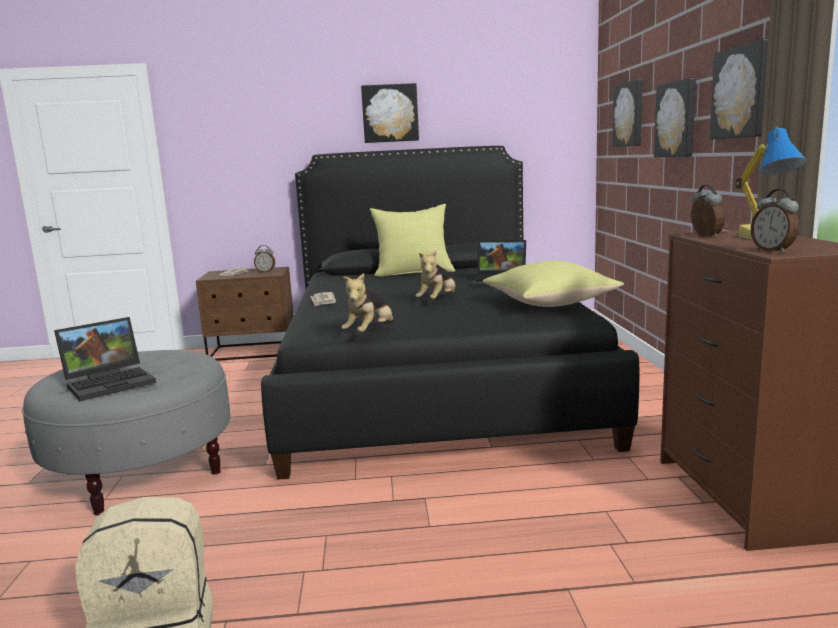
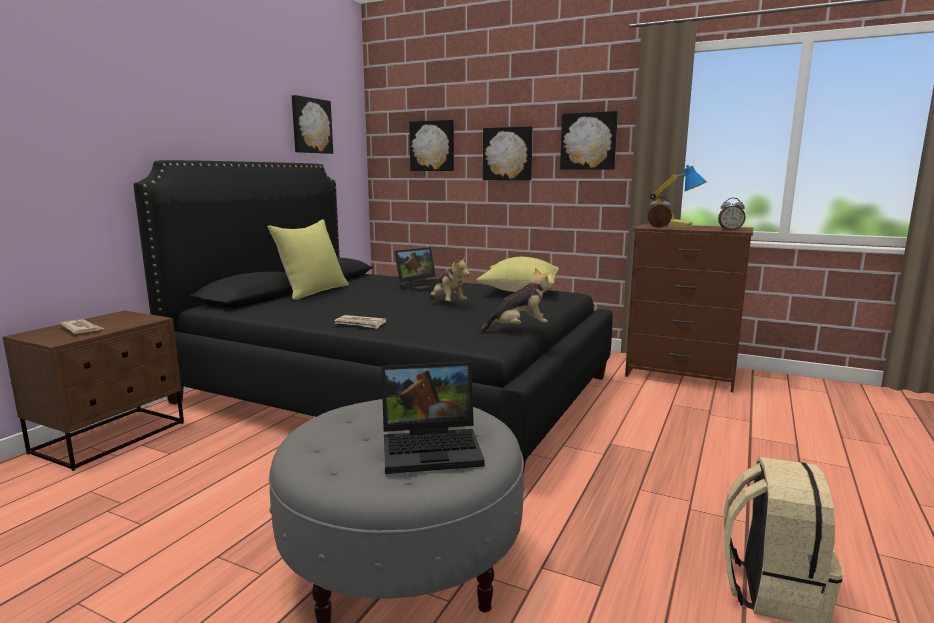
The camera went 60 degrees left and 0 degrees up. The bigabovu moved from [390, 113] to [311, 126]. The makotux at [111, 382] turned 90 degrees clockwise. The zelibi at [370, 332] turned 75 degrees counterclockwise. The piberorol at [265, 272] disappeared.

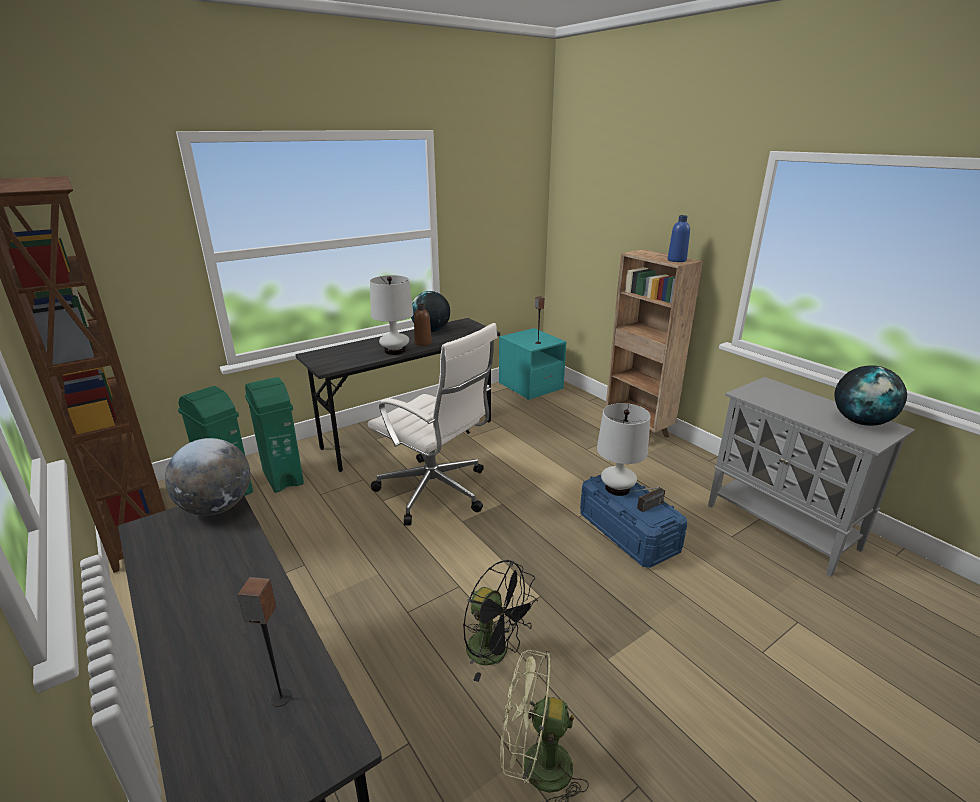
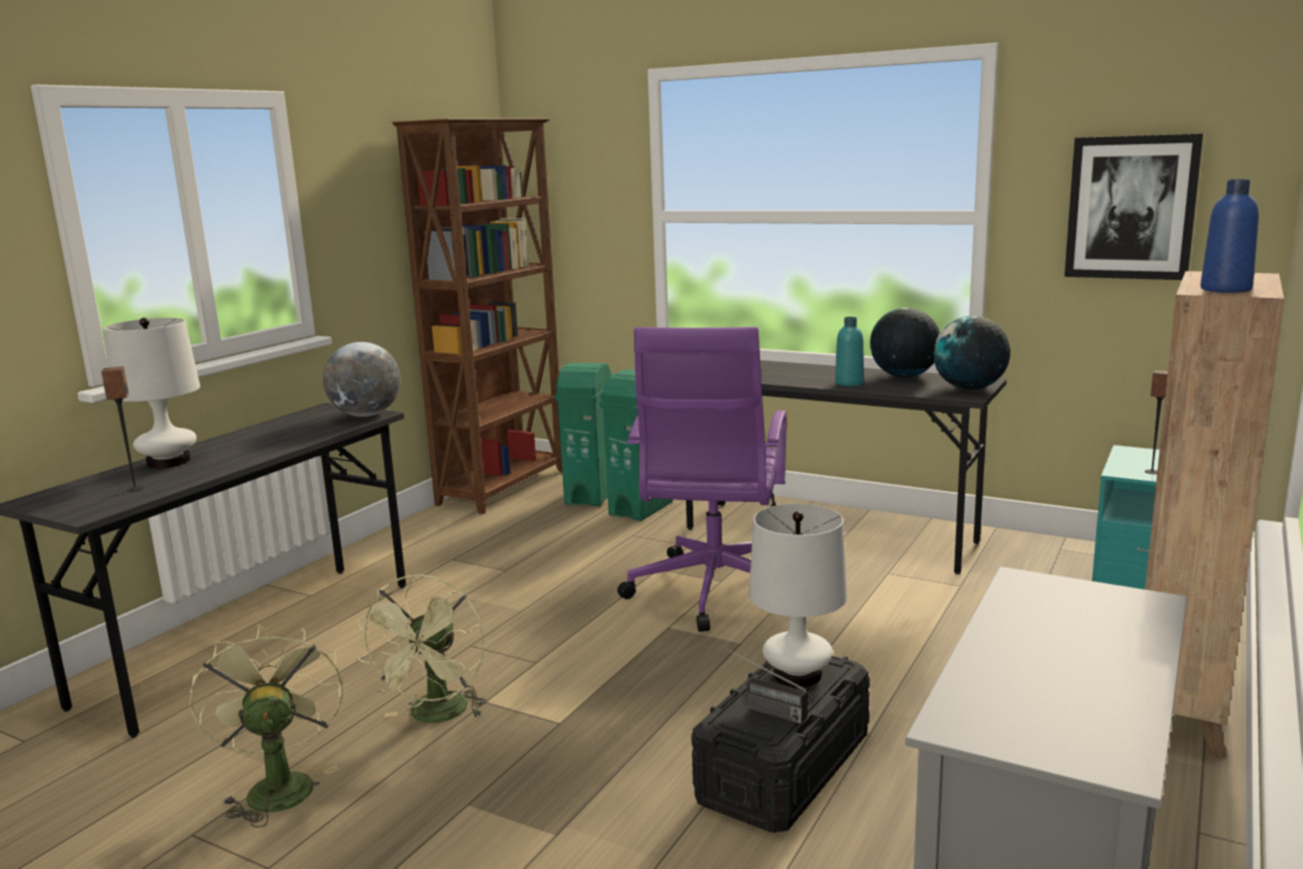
The camera went 65 degrees right and 10 degrees down. The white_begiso moved from [395, 351] to [169, 462]. The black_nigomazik at [495, 652] became the green_nigomazik at [435, 716]. The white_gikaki at [435, 492] became the purple_gikaki at [713, 592]. The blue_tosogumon at [628, 532] became the black_tosogumon at [785, 768]. The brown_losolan at [423, 343] became the turquoise_losolan at [849, 383]. The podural moved from [861, 422] to [970, 388]. The bigabovu at [1131, 207] appeared.

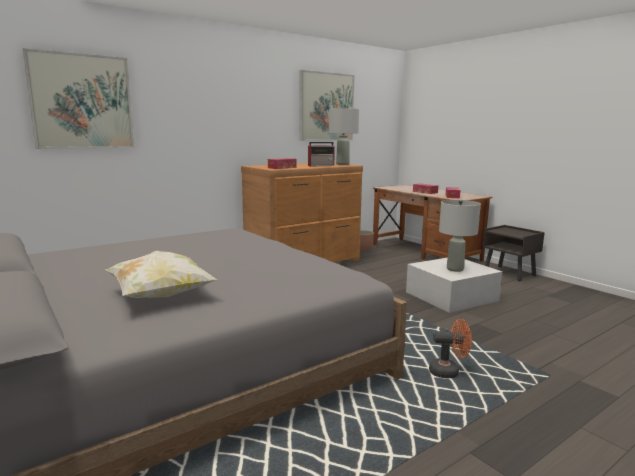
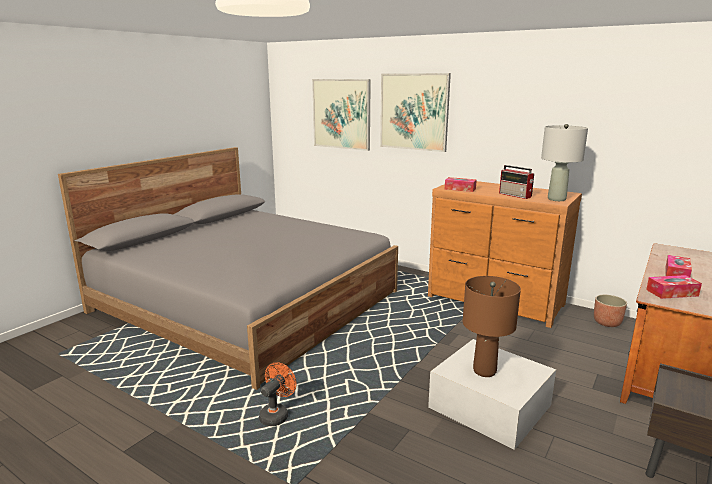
The camera went 70 degrees right and 5 degrees up. The orange_nigomazik at [449, 372] turned 135 degrees counterclockwise. The bigabovu moved from [326, 107] to [414, 112]. The grey_begiso at [455, 269] became the brown_begiso at [485, 371]. The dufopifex at [161, 296] disappeared.

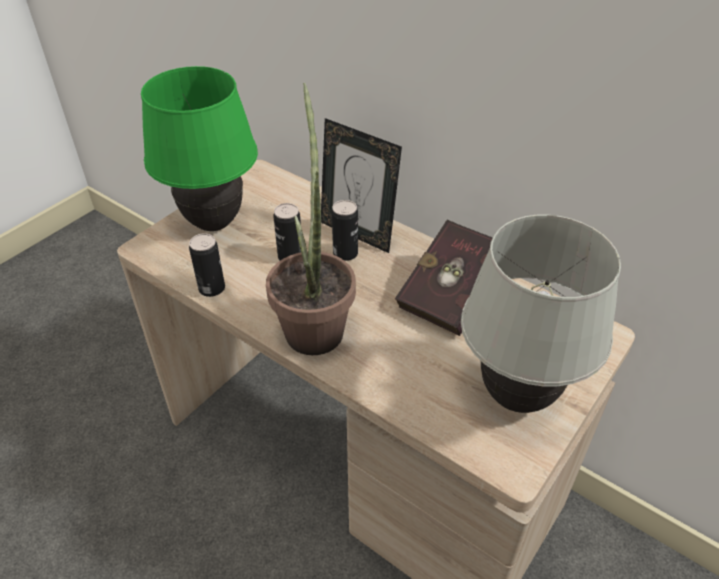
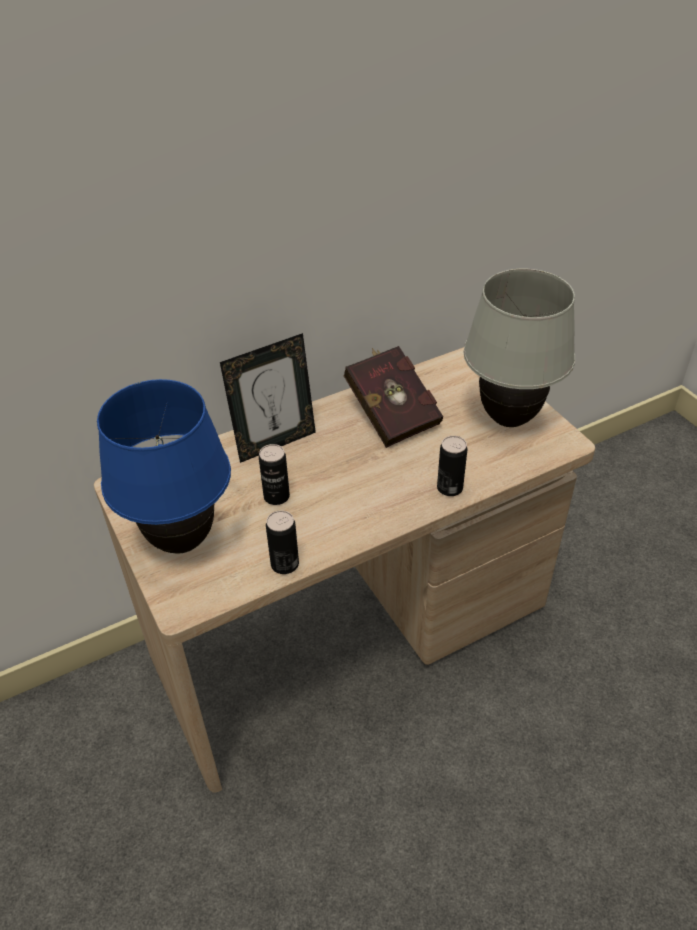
The camera went 65 degrees left and 0 degrees up. The green_begiso at [214, 223] became the blue_begiso at [183, 541]. The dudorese moved from [345, 253] to [449, 488]. The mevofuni at [314, 323] disappeared.

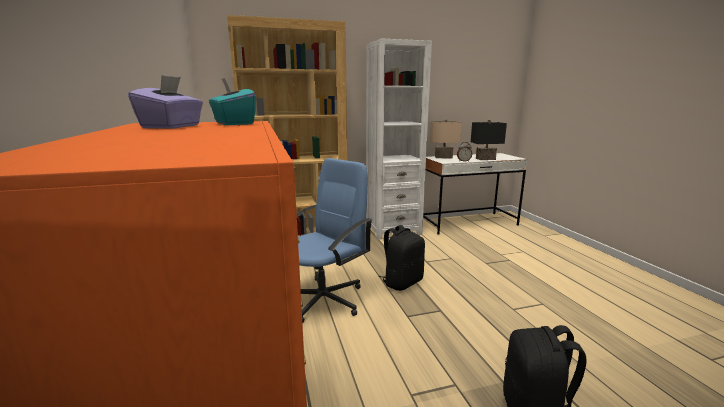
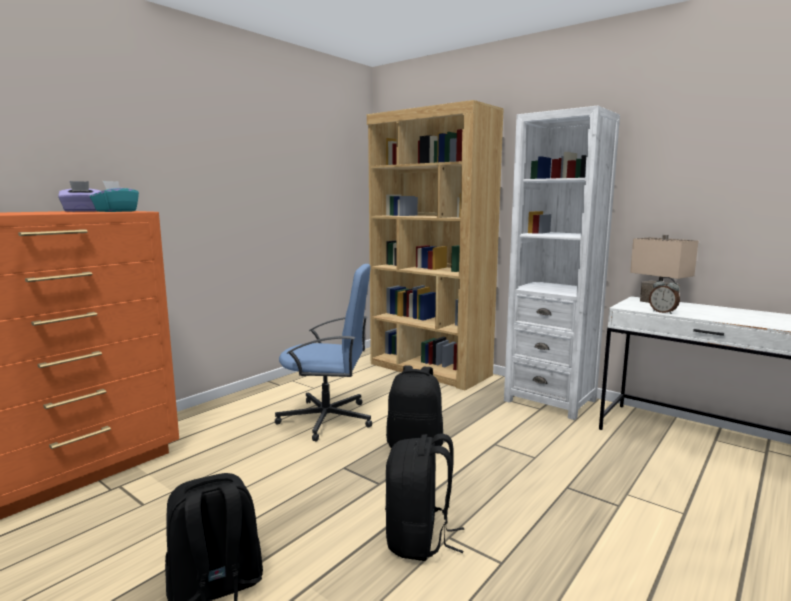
The camera went 55 degrees right and 5 degrees down. The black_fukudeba at [419, 539] appeared. The black_begiso at [485, 159] disappeared.

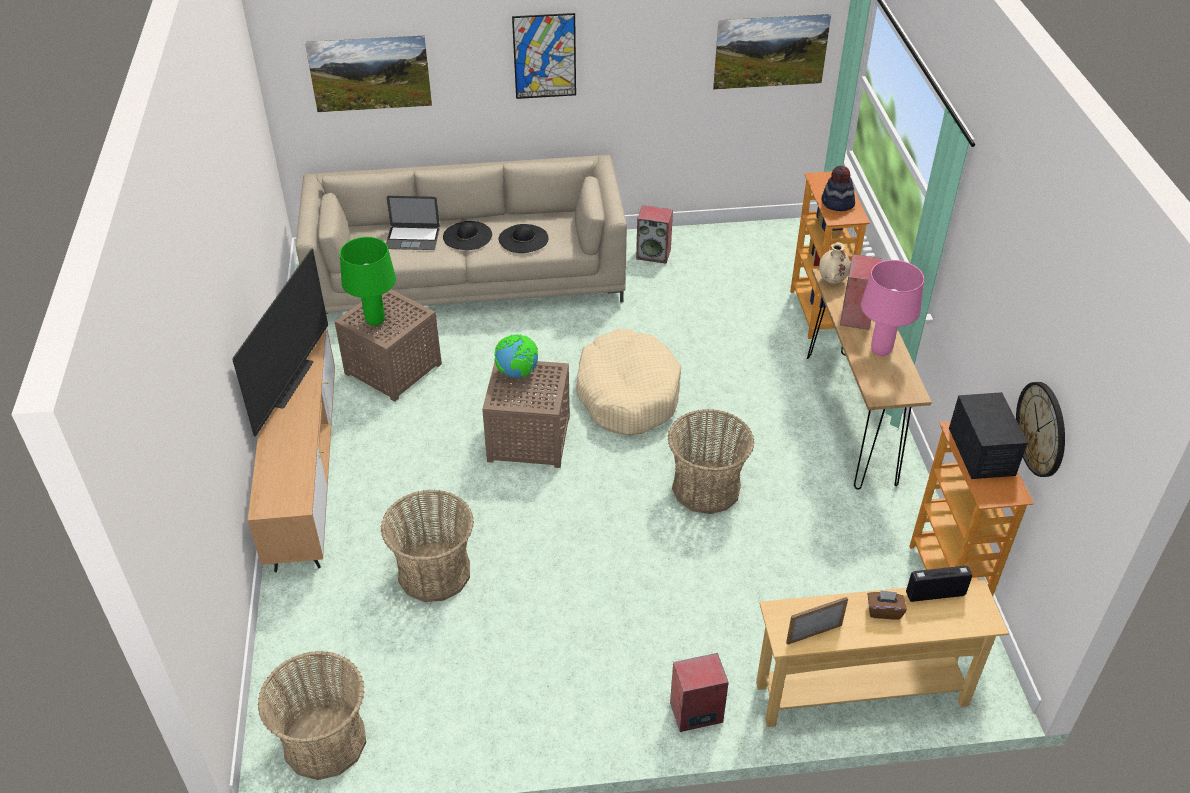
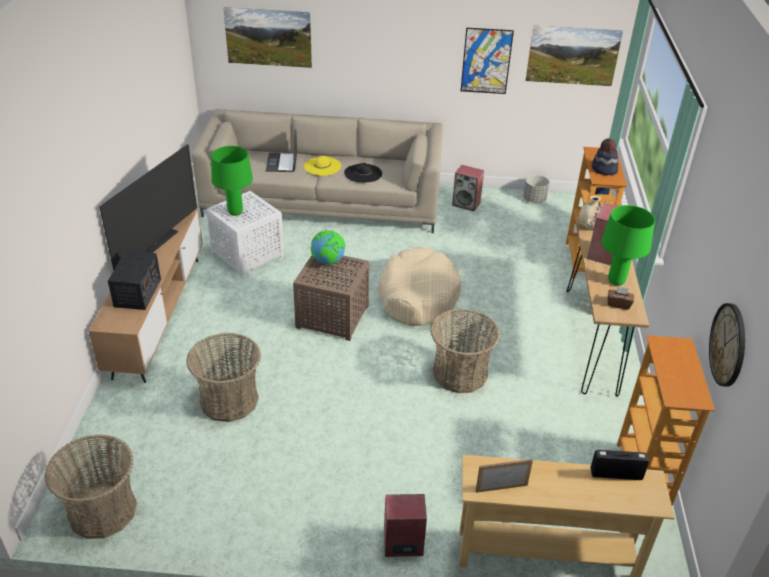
The camera went 10 degrees right and 5 degrees down. The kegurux moved from [981, 452] to [137, 293]. The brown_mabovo at [393, 367] became the white_mabovo at [248, 253]. The makotux at [412, 238] turned 75 degrees clockwise. The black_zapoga at [467, 236] became the yellow_zapoga at [322, 166]. The bigabovu moved from [544, 56] to [486, 61]. The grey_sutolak at [534, 199] appeared. The pink_begiso at [880, 350] became the green_begiso at [615, 281]. The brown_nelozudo moved from [884, 611] to [618, 304].

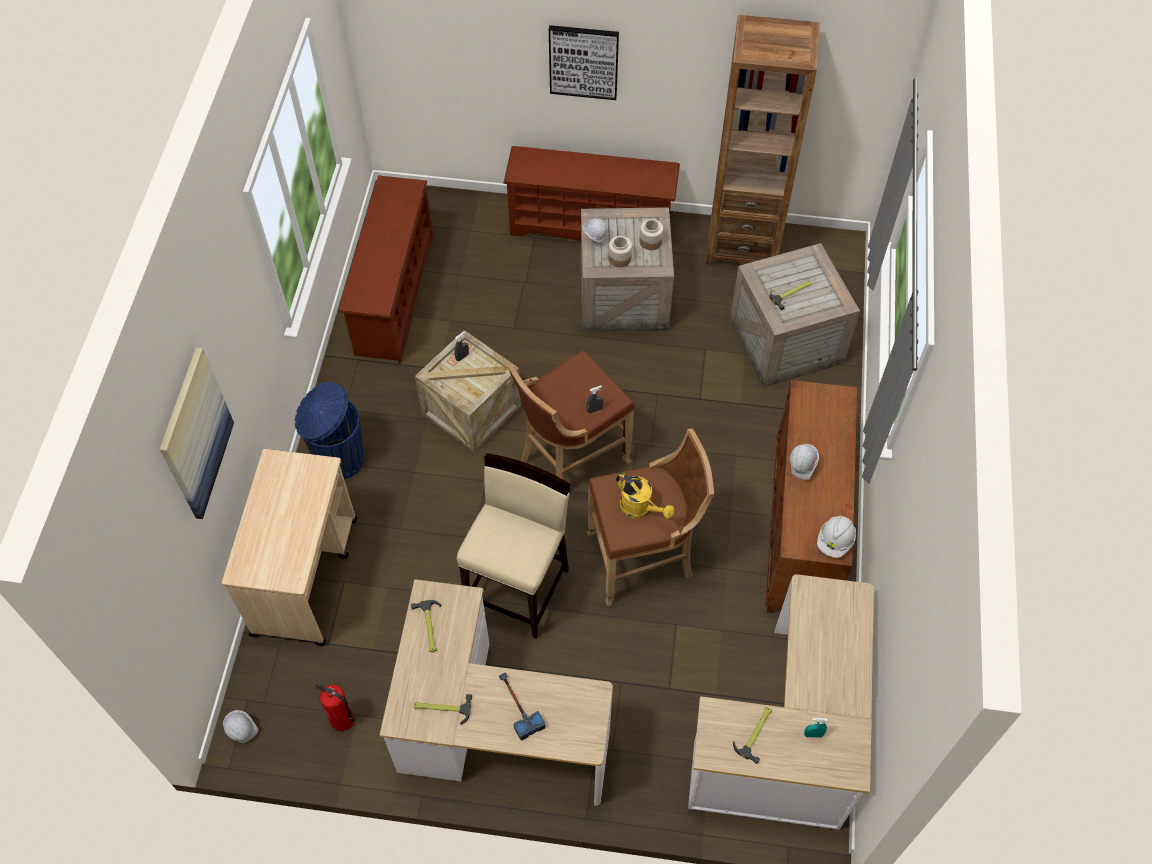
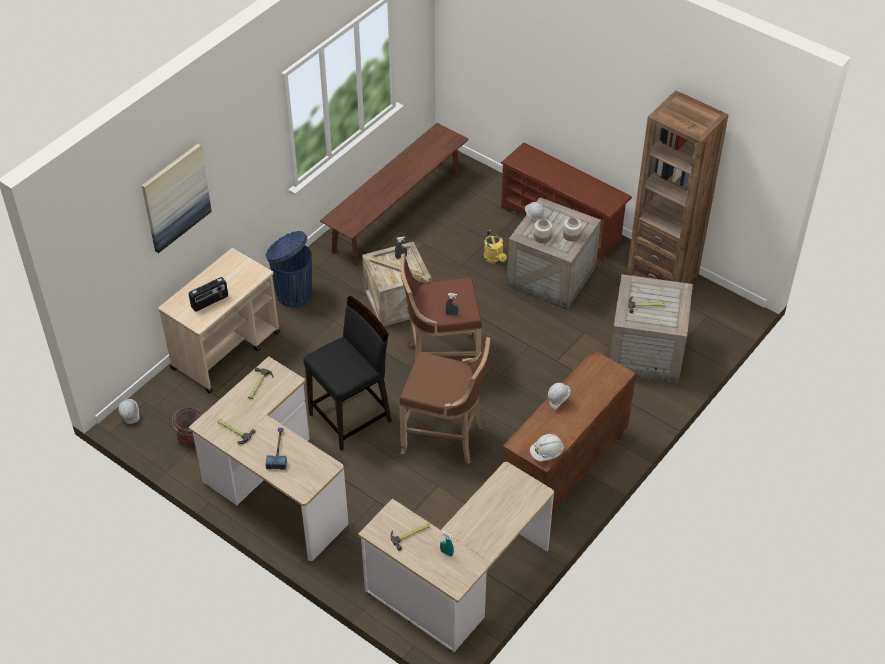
The camera went 30 degrees right and 10 degrees down. The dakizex at [342, 720] was replaced by the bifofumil at [192, 439]. The kegurux at [210, 302] appeared. The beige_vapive at [518, 589] became the black_vapive at [351, 418]. The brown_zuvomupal at [393, 294] was replaced by the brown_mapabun at [397, 212]. The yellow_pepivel moved from [640, 508] to [495, 259]. The bigabovu at [583, 61] disappeared.

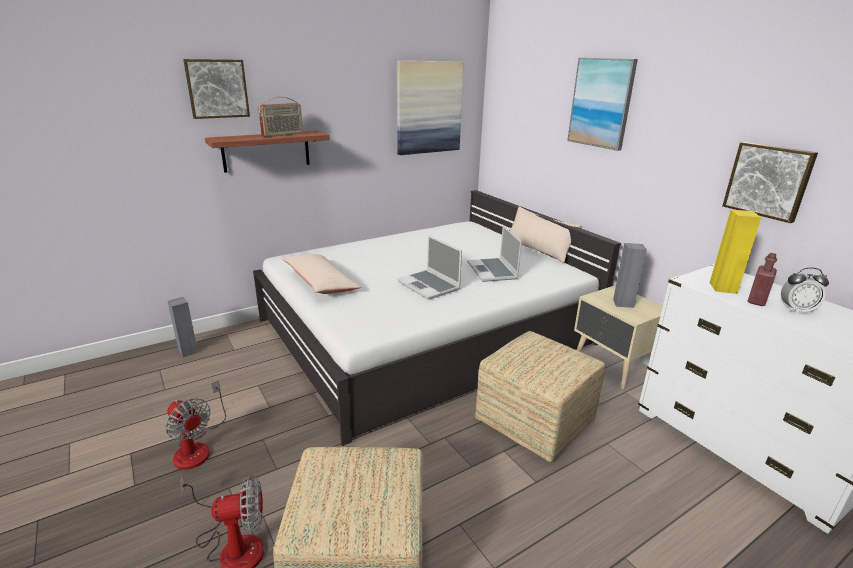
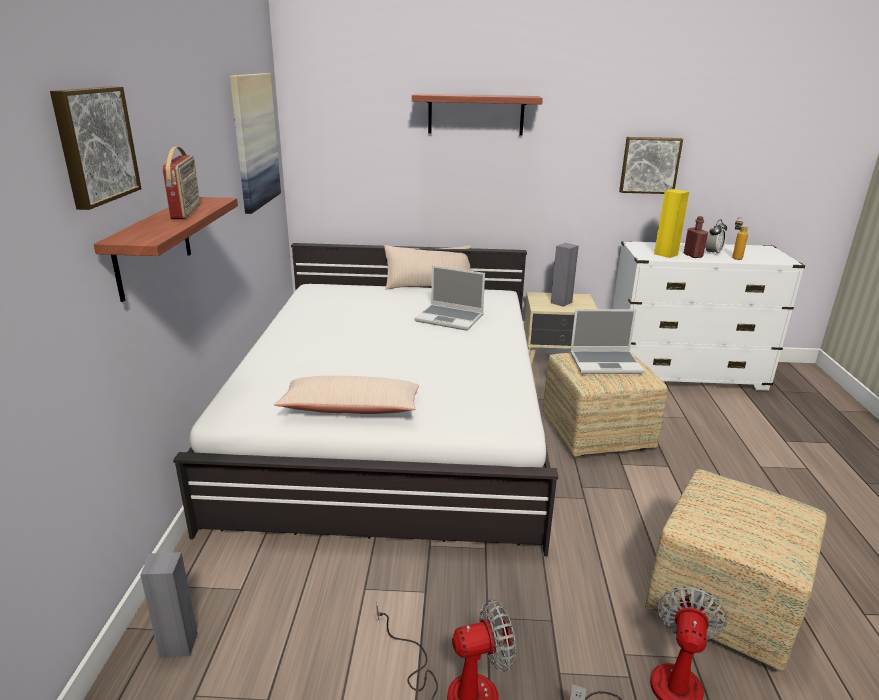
The camera went 55 degrees left and 0 degrees up. The bigabovu at [601, 103] was replaced by the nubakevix at [476, 114]. The makotux moved from [429, 286] to [606, 363]. The losolan at [734, 257] appeared.

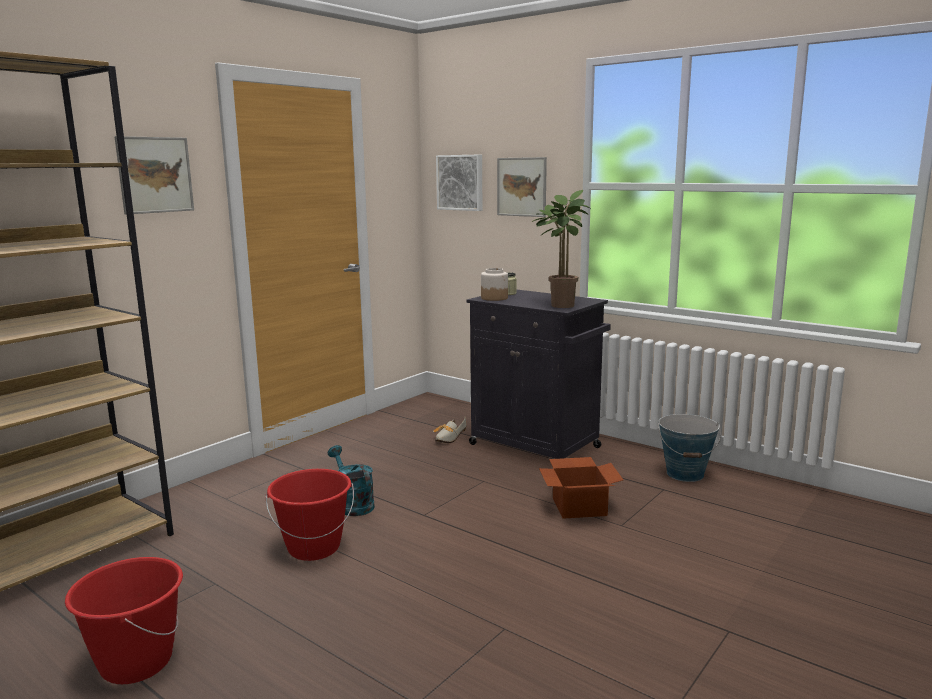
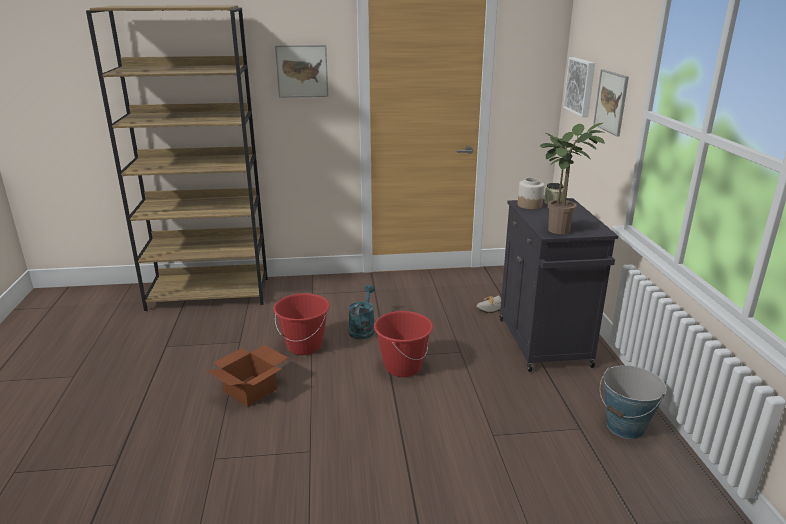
The camera went 45 degrees right and 10 degrees up. The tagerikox moved from [580, 506] to [252, 390]. The red_bifofumil moved from [136, 663] to [402, 367].

